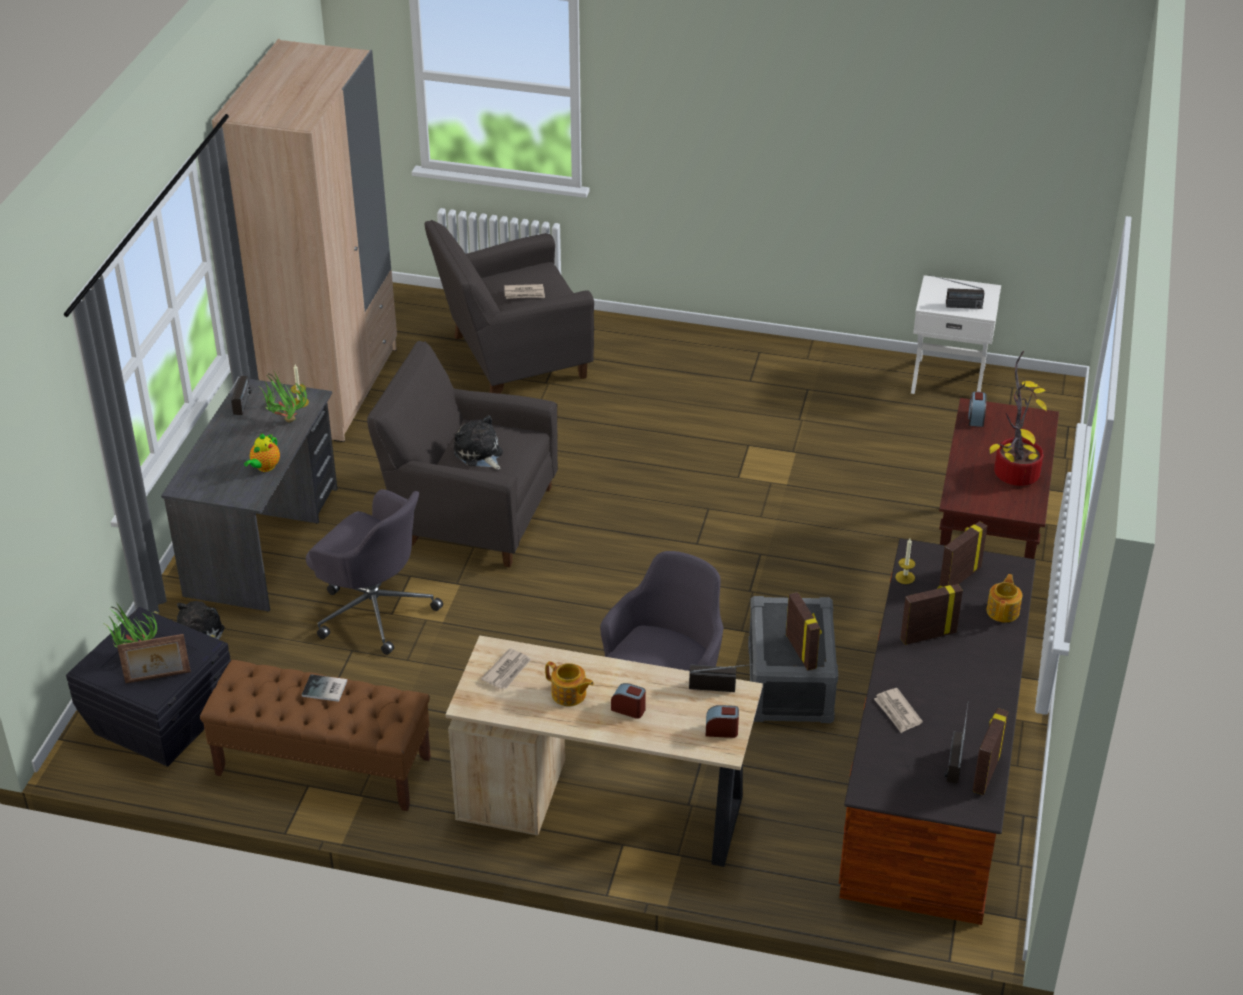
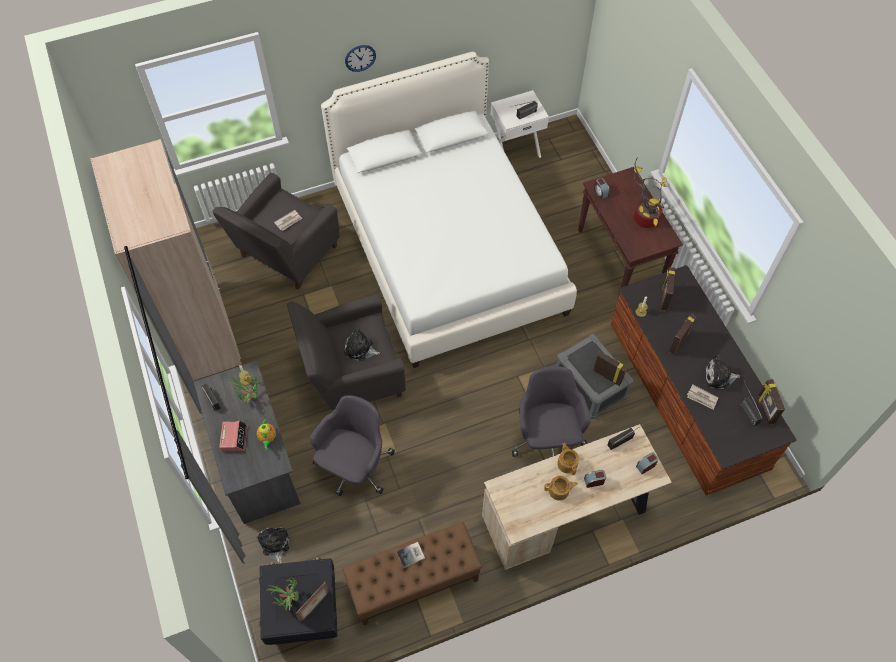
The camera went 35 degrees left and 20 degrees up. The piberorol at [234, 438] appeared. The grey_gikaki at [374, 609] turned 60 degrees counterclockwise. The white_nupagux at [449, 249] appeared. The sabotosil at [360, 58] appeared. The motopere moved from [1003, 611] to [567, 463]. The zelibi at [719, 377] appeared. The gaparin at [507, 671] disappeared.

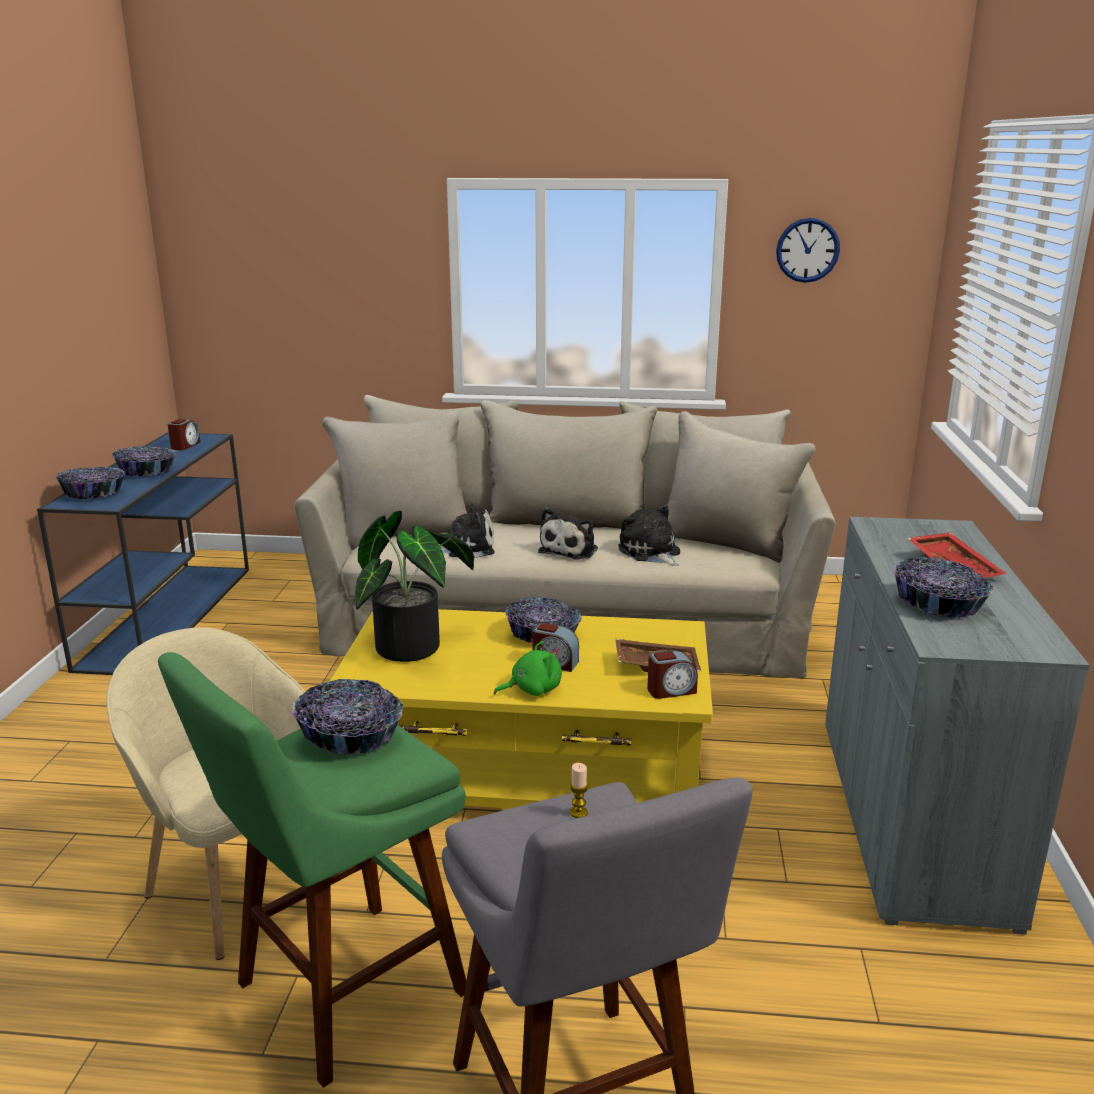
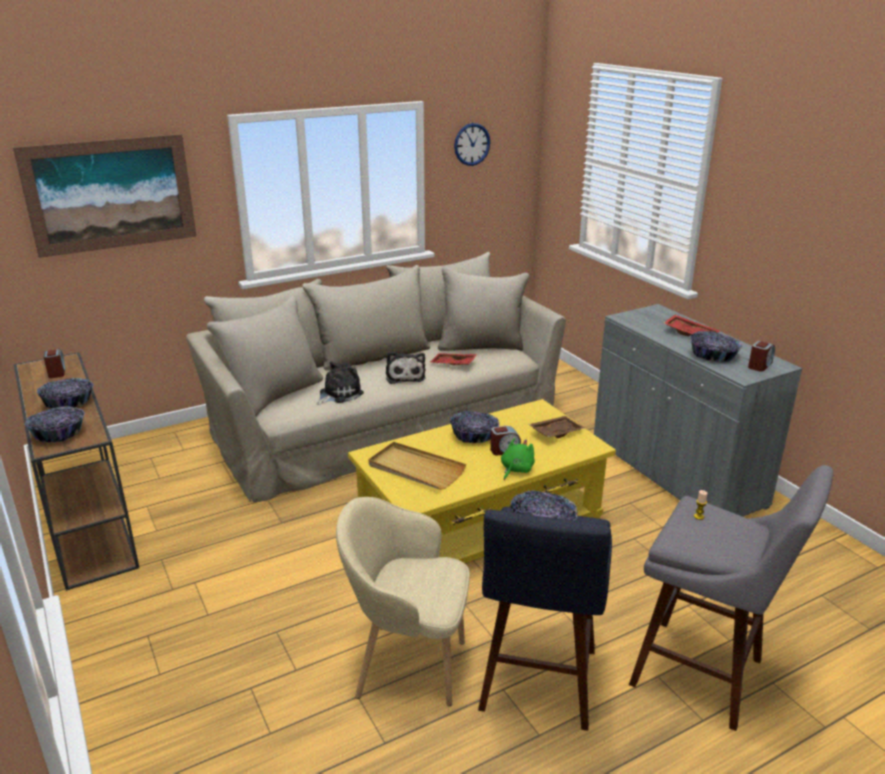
The camera went 35 degrees left and 5 degrees up. The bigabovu at [110, 194] appeared. The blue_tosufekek at [168, 615] became the brown_tosufekek at [86, 517]. The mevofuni at [416, 647] was replaced by the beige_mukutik at [415, 469]. The zelibi at [650, 553] was replaced by the red_mukutik at [453, 364]. The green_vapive at [339, 995] became the blue_vapive at [537, 686]. The piberorol moved from [671, 690] to [759, 365].

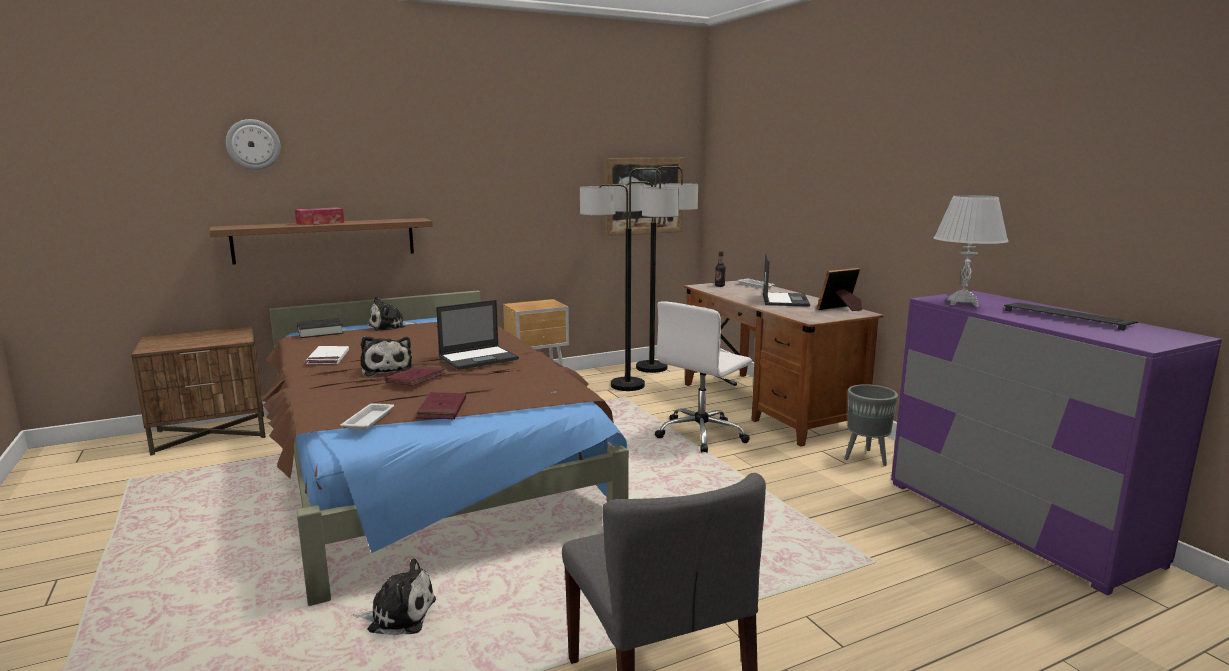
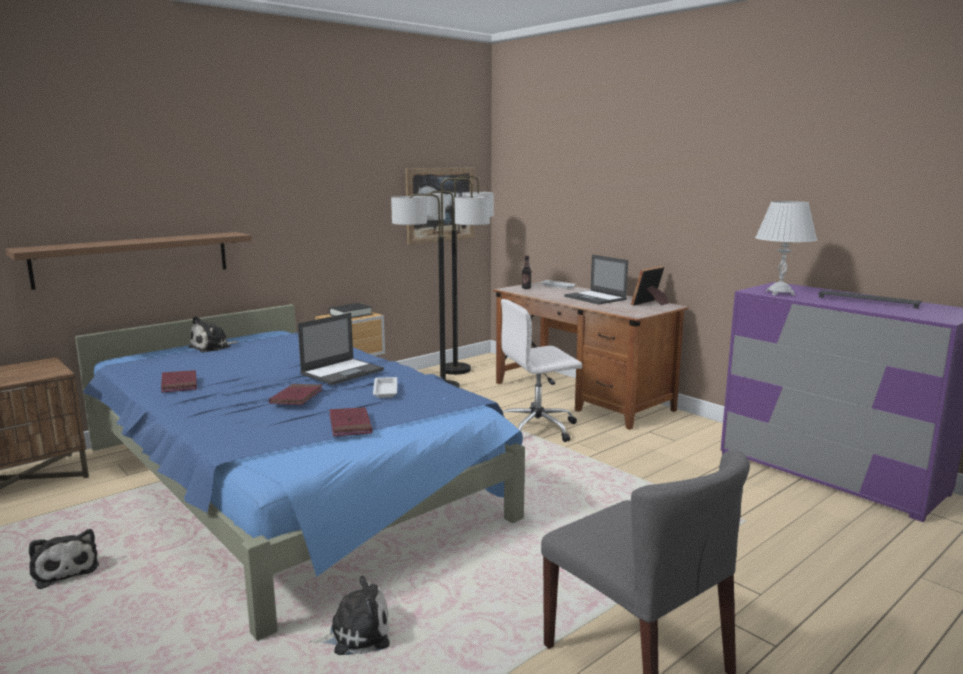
The camera went 15 degrees left and 0 degrees up. The zelibi moved from [386, 369] to [64, 569]. The brown_nupagux at [425, 461] became the blue_nupagux at [287, 482]. The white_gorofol at [328, 358] became the red_gorofol at [179, 384]. The black_gorofol moved from [320, 332] to [351, 314]. The white_mukutik moved from [369, 420] to [385, 390]. The white_gikaki at [702, 434] turned 45 degrees clockwise. The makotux at [784, 300] turned 150 degrees clockwise. The sabotosil at [253, 144] disappeared. The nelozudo at [320, 223] disappeared. The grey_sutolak at [865, 458] disappeared.

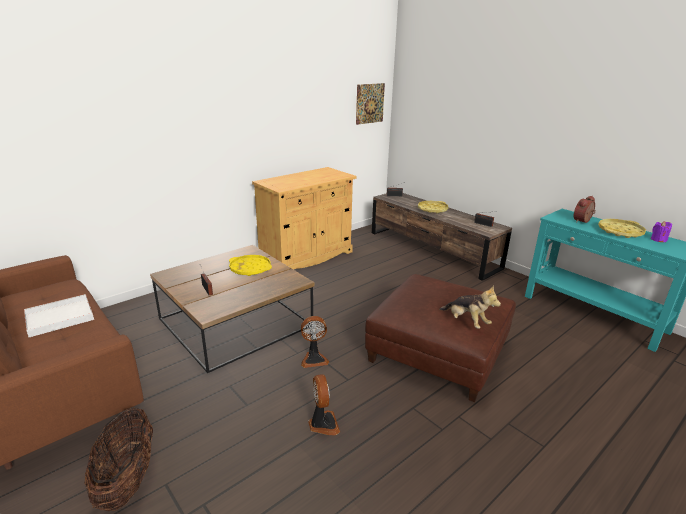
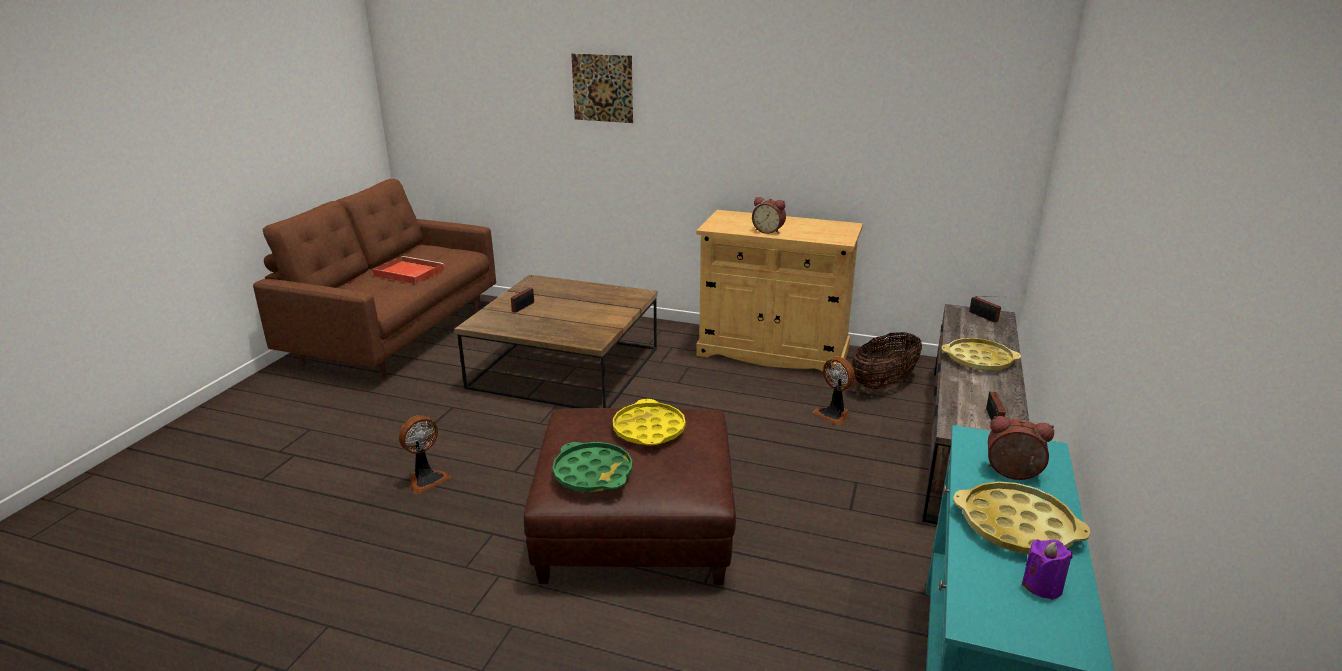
The camera went 60 degrees right and 0 degrees up. The white_mukutik at [58, 318] became the red_mukutik at [408, 273]. The zelibi at [466, 322] was replaced by the green_mukutik at [593, 473]. The bigabovu moved from [370, 103] to [602, 88]. The yellow_mukutik moved from [250, 268] to [648, 430]. The piberorol at [768, 231] appeared. The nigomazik moved from [314, 359] to [833, 414]. The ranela moved from [127, 479] to [884, 383].

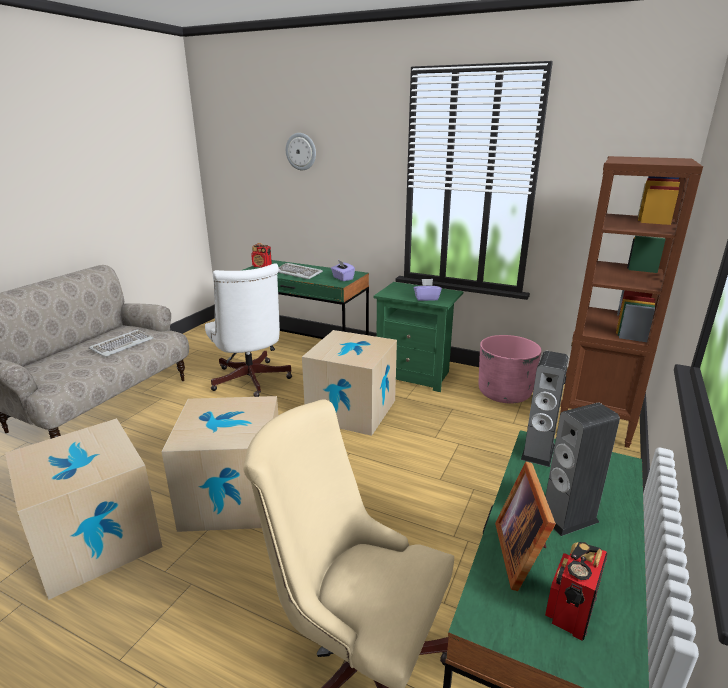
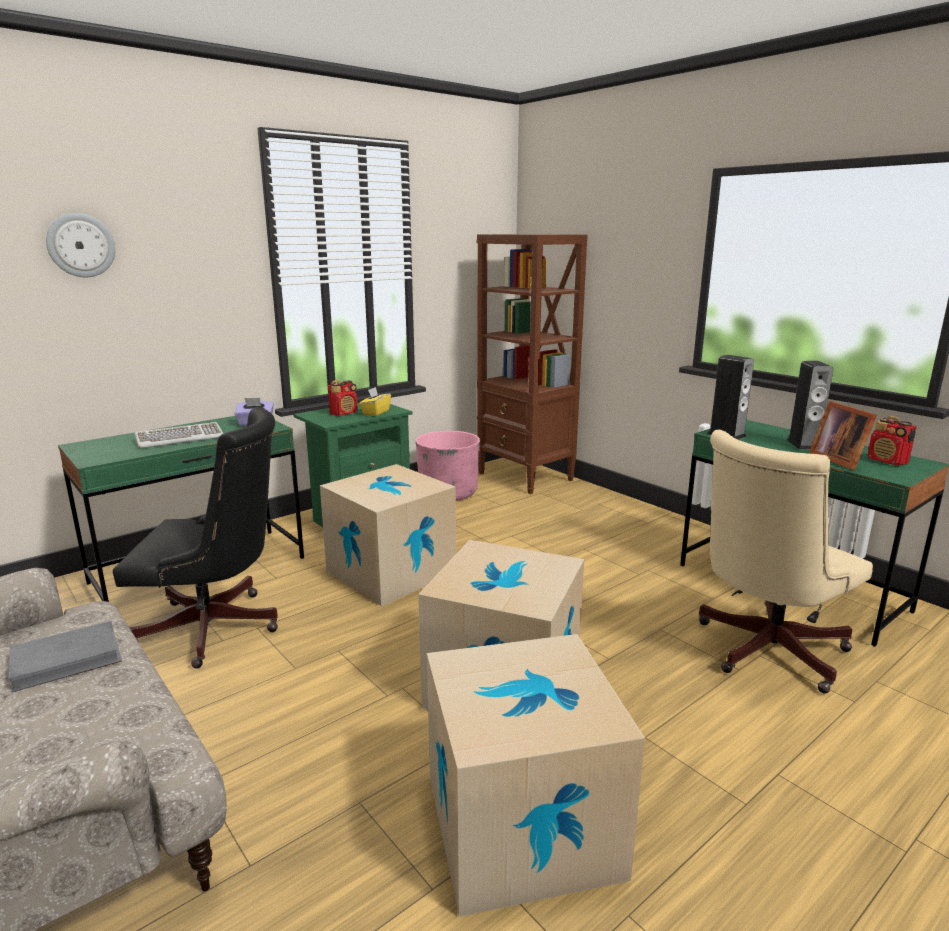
The camera went 65 degrees left and 5 degrees down. The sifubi at [122, 345] was replaced by the grey_gorofol at [67, 660]. The white_gikaki at [250, 382] became the black_gikaki at [217, 629]. The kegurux moved from [262, 266] to [344, 413]. The purple_nelozudo at [426, 298] became the yellow_nelozudo at [375, 412]. The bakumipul at [523, 553] turned 45 degrees clockwise.

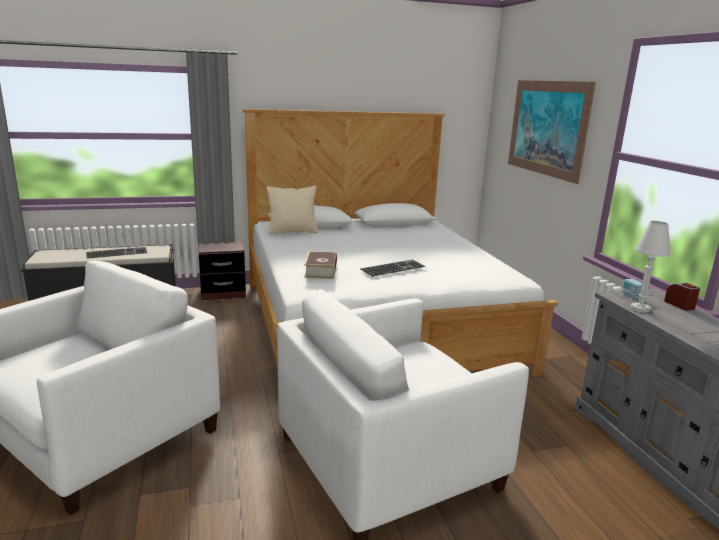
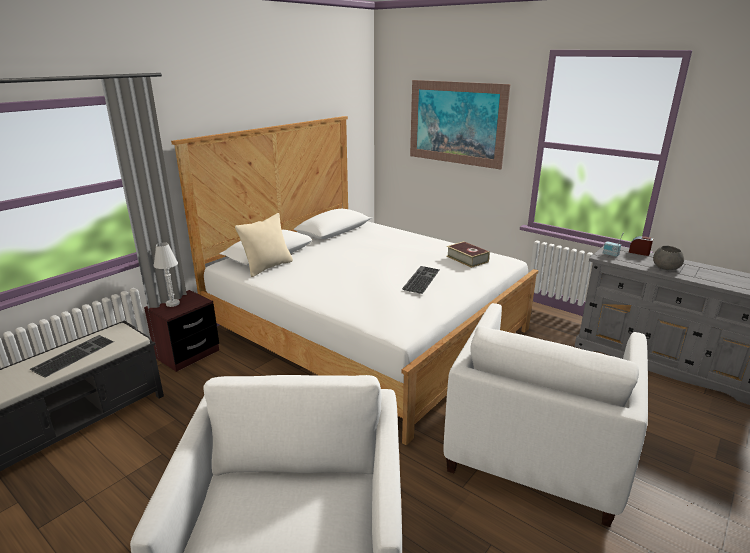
The camera went 35 degrees left and 5 degrees up. The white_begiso moved from [639, 309] to [172, 303]. The gorofol moved from [321, 271] to [467, 259]. The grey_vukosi at [665, 267] appeared.

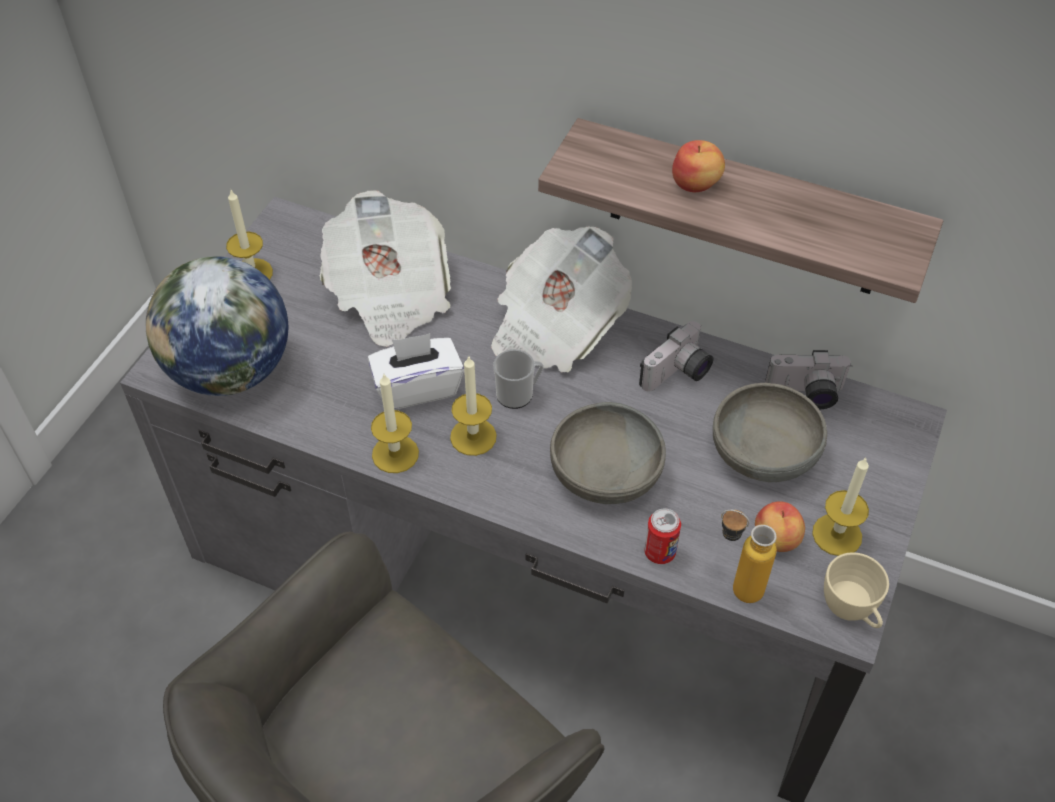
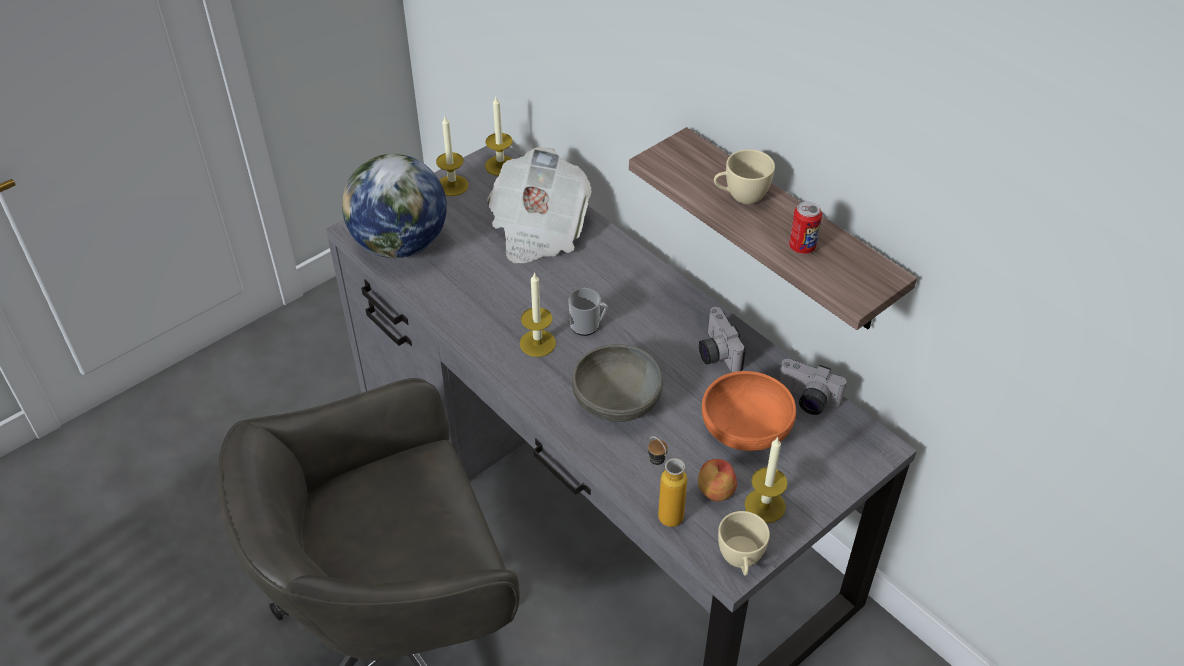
The camera went 25 degrees right and 5 degrees down. The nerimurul moved from [395, 454] to [500, 165]. The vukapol at [678, 374] turned 90 degrees clockwise. The grey_vukosi at [763, 452] became the orange_vukosi at [745, 429]. The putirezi at [696, 184] was replaced by the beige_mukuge at [740, 196]. The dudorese moved from [660, 552] to [802, 247]. The white_nelozudo at [417, 387] disappeared. The gaparin at [555, 326] disappeared.

